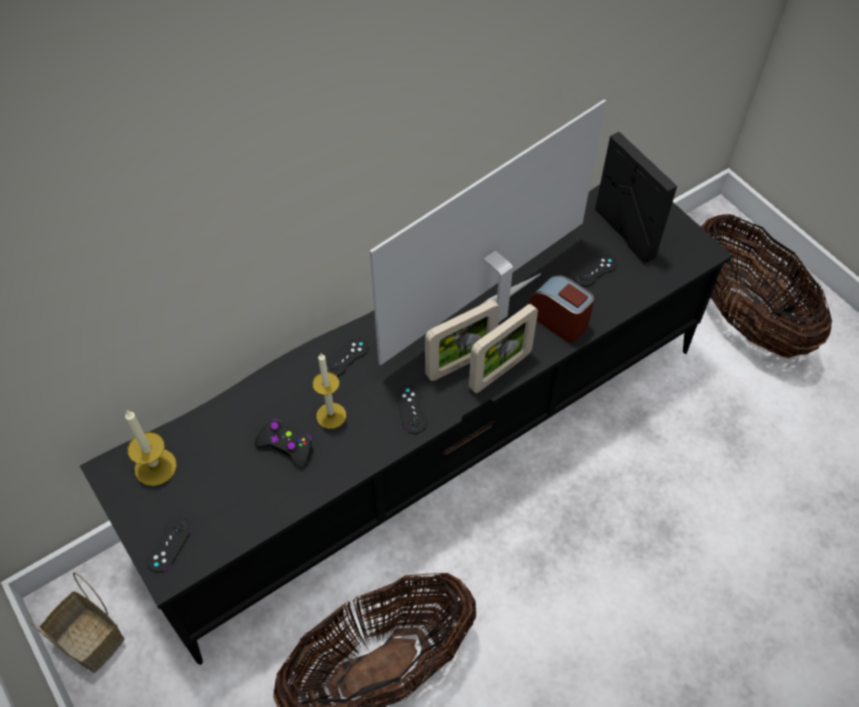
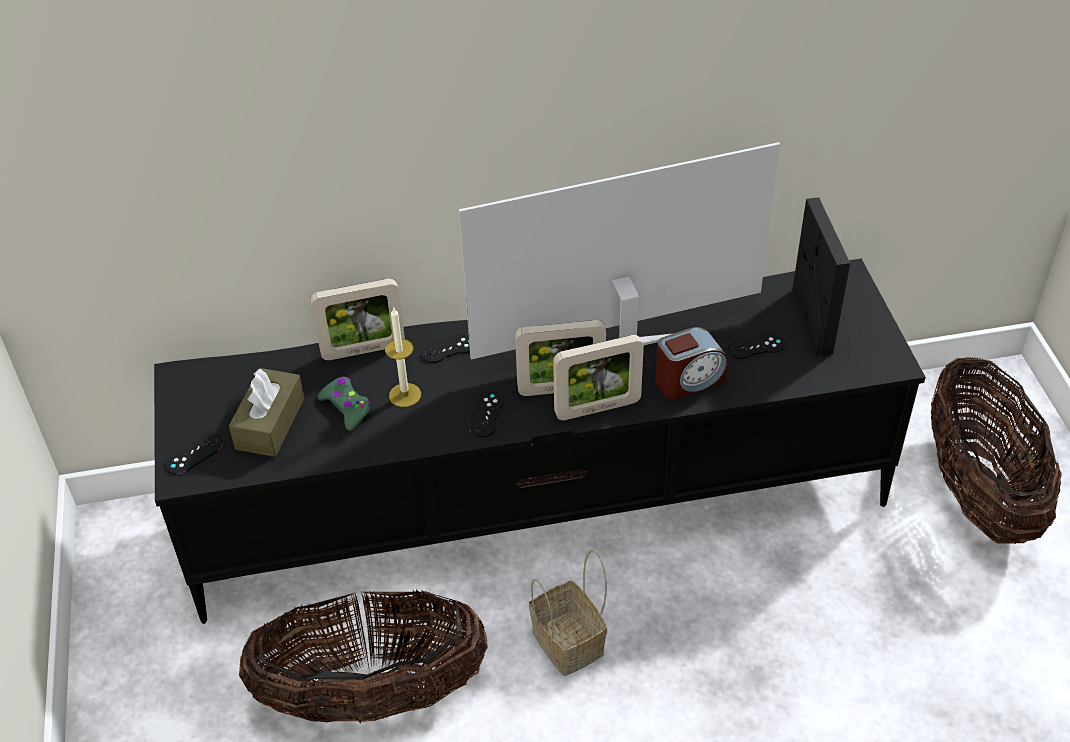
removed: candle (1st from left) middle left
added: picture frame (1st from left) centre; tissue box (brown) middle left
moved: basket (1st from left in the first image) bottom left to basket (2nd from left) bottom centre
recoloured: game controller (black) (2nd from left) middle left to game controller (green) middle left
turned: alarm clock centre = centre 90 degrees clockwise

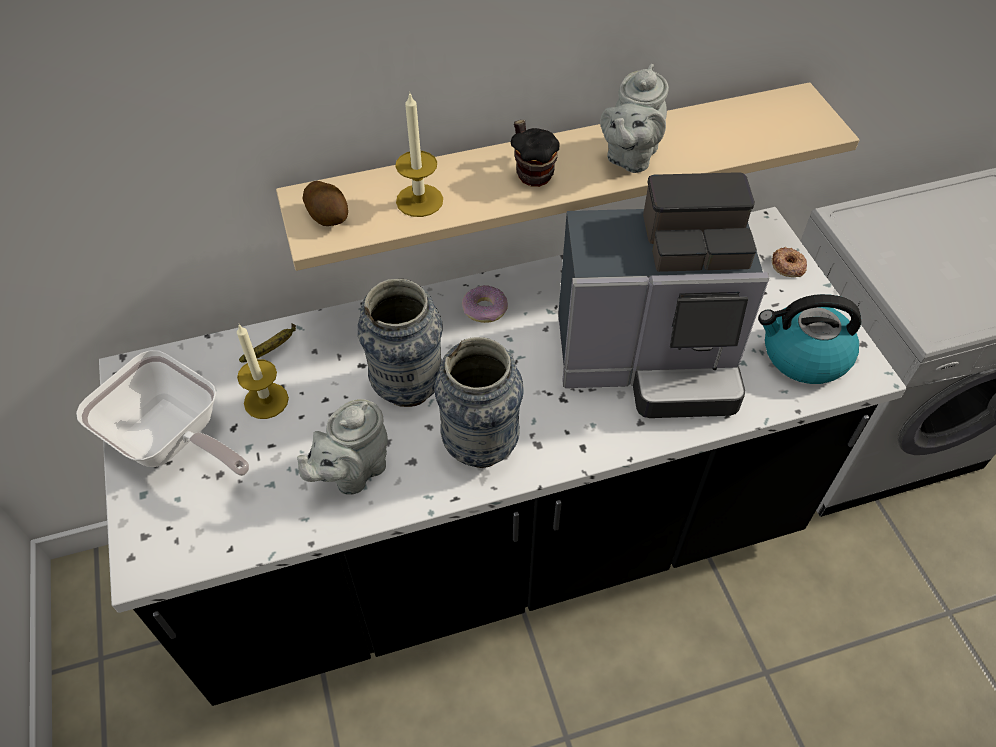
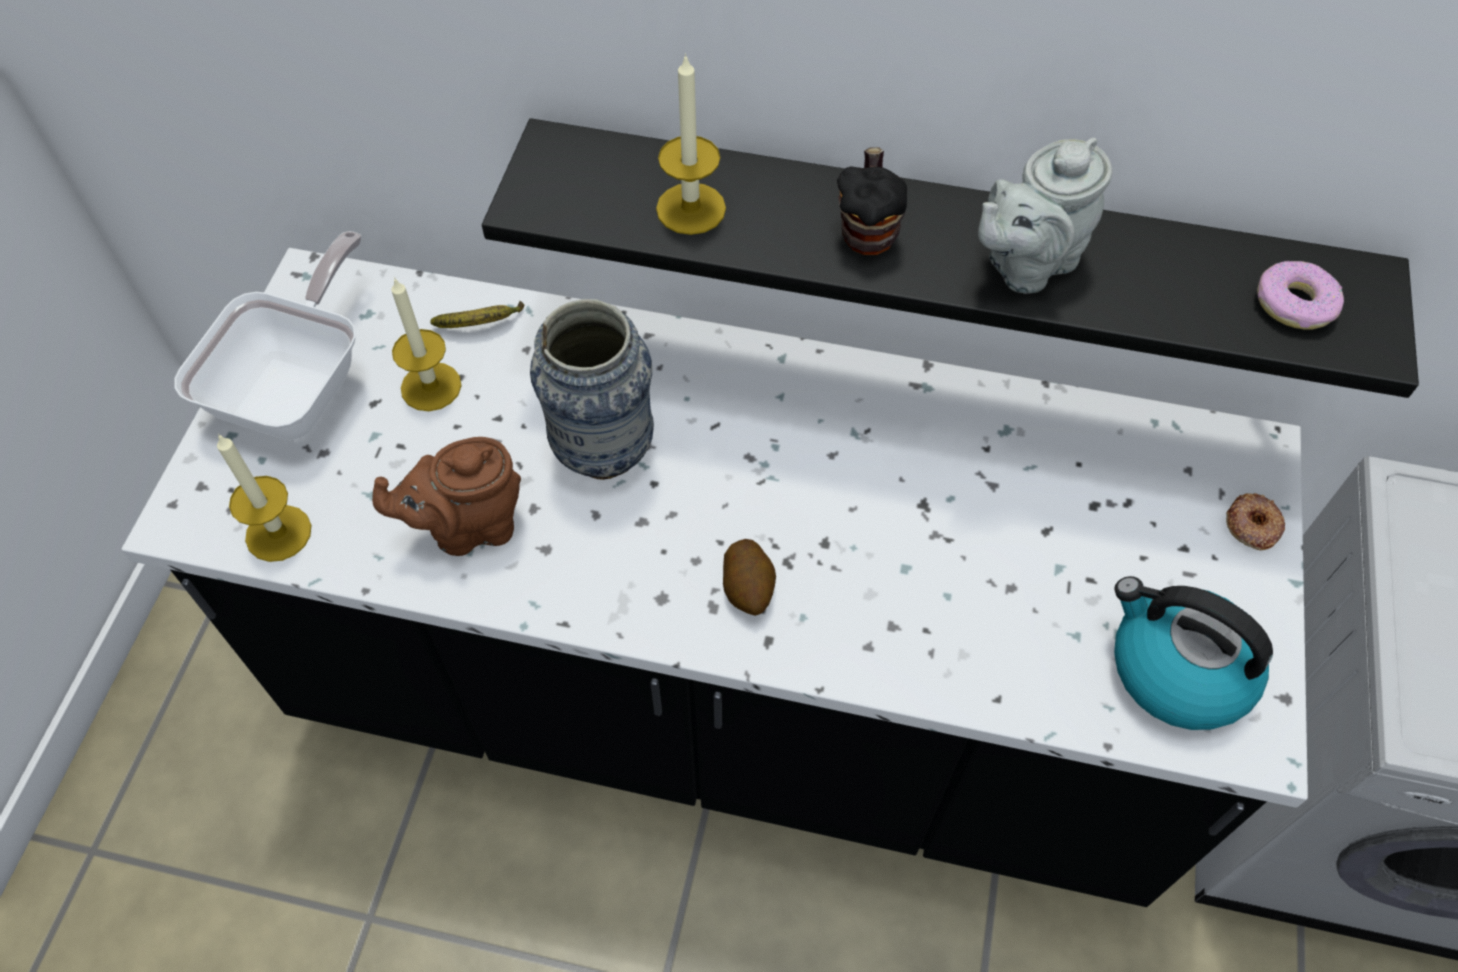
removed: coffee machine centre; vase (2nd from left) centre
added: candle (1st from left) middle left
moved: potato top left to centre; donut (1st from left in the first image) centre to donut (2nd from left) top right
recoloured: shelf (beige) top centre to shelf (black) top centre; teapot (grey) (1st from left) centre to teapot (brown) middle left
turned: frying pan middle left = middle left 135 degrees counterclockwise

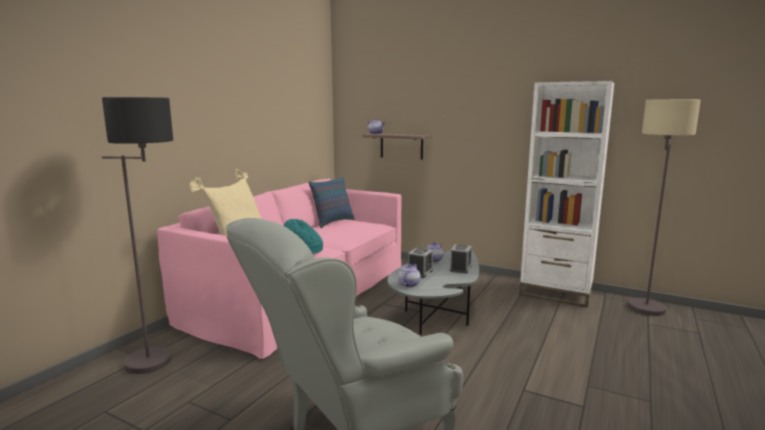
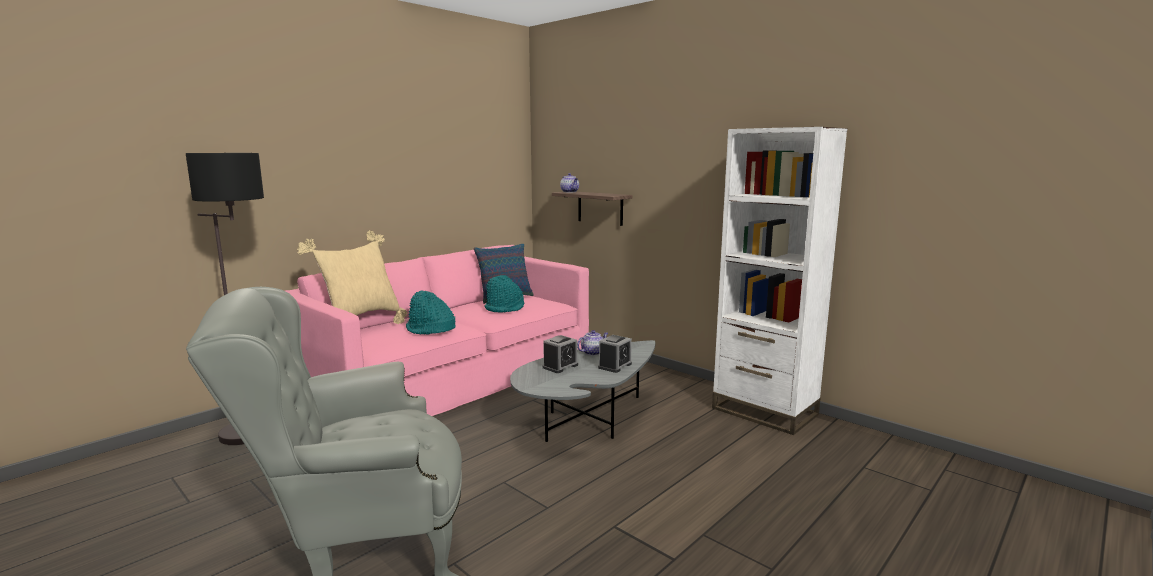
removed: floor lamp (beige) middle right; teapot (2nd from left) centre
added: hat (turquoise) (2nd from left) centre

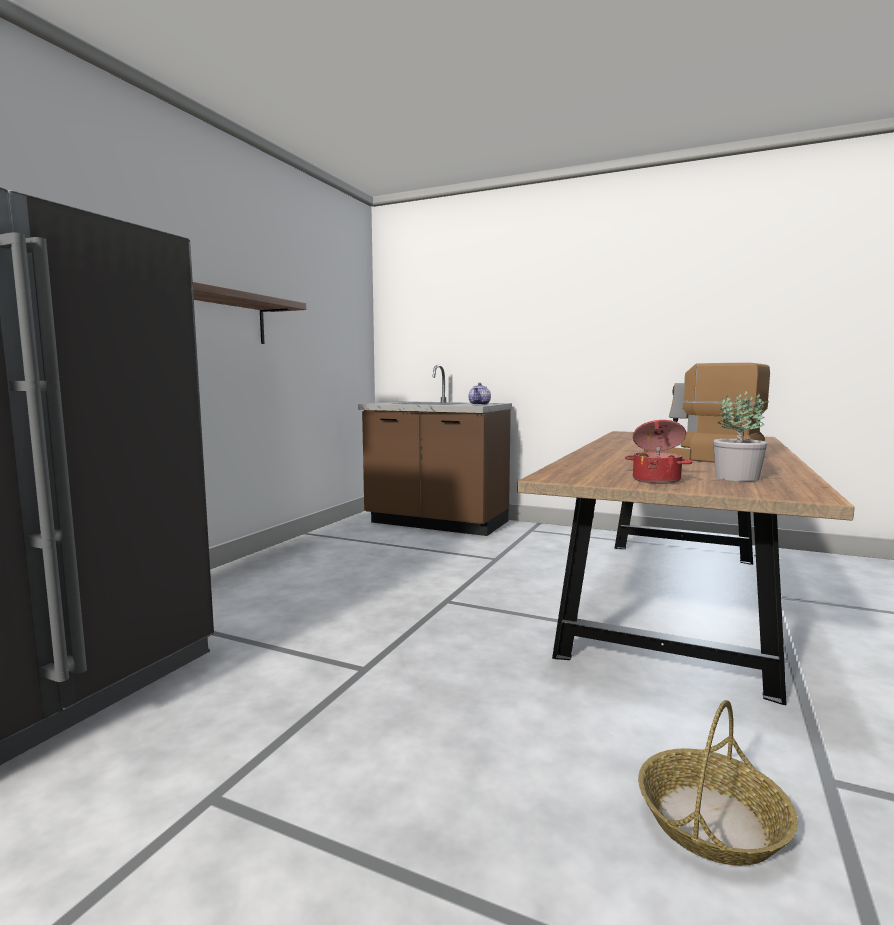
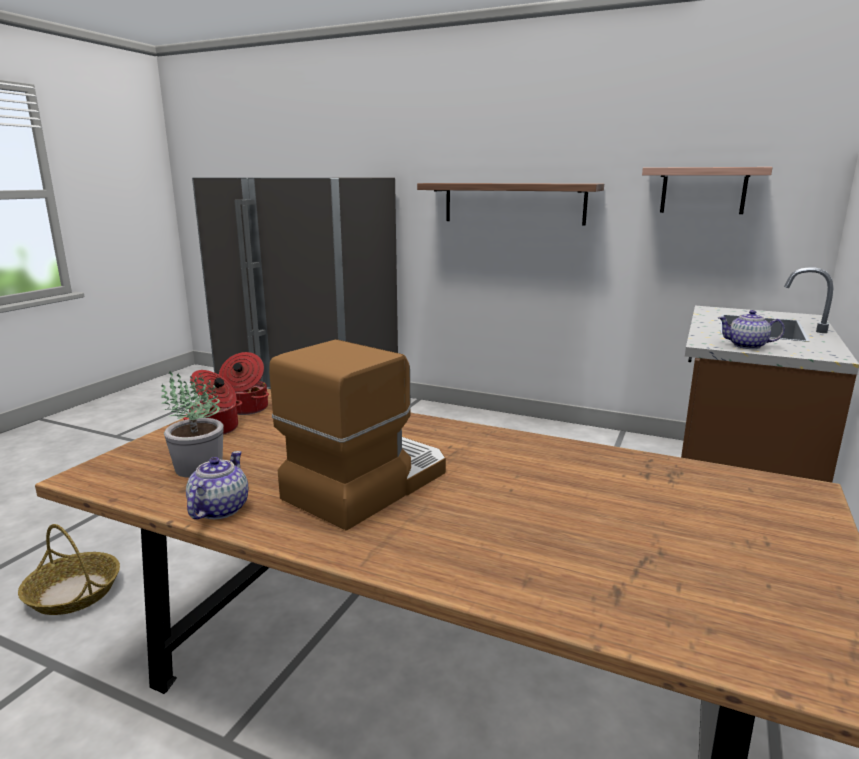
added: shelf (2nd from left) top right; cooking pot (2nd from left) middle left; teapot (1st from left) middle left

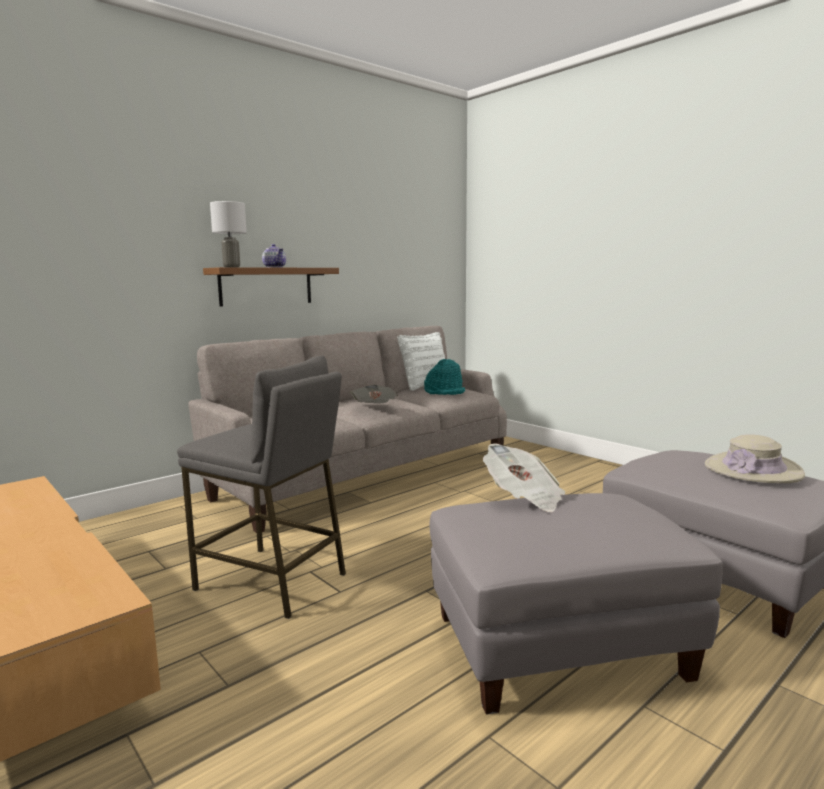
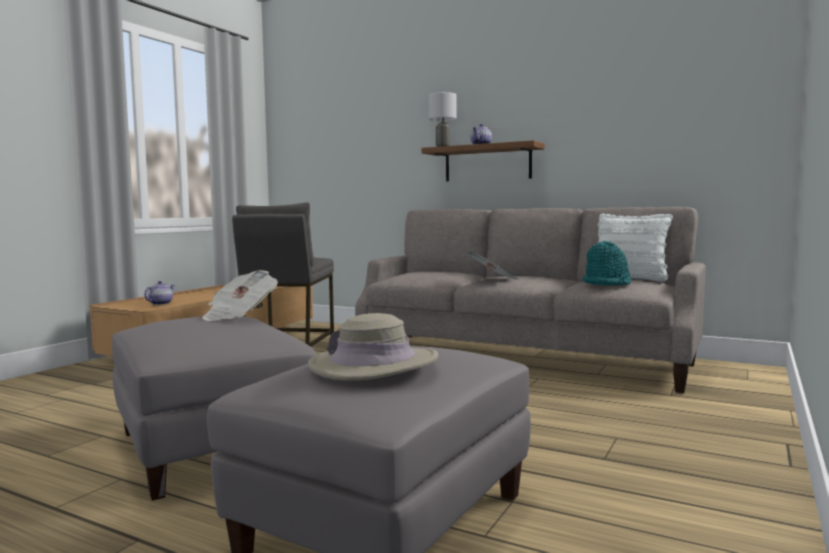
added: teapot (1st from left) middle left

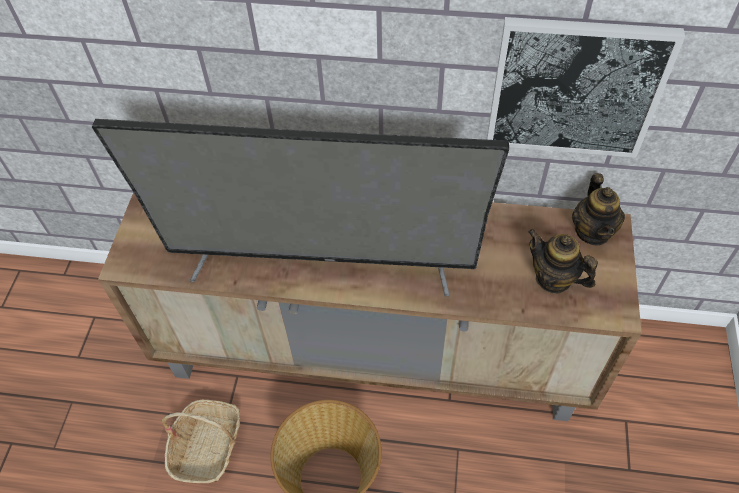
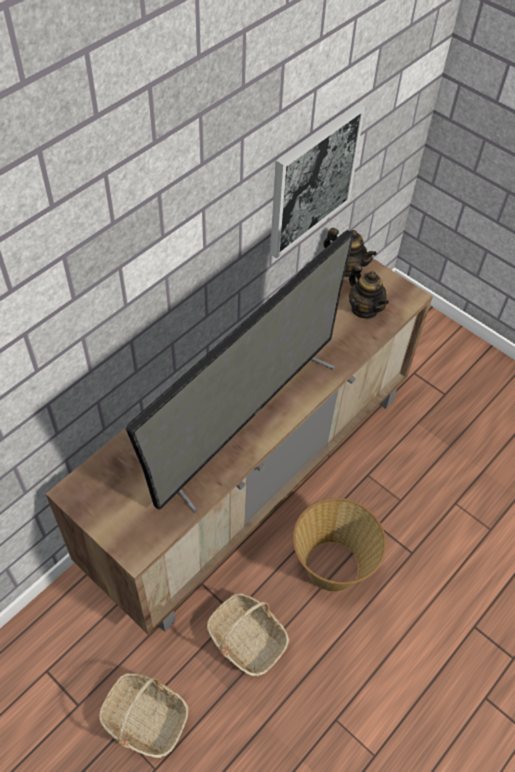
added: basket (1st from left) bottom left
turned: teapot (1st from left in the first image) middle right = middle right 105 degrees counterclockwise

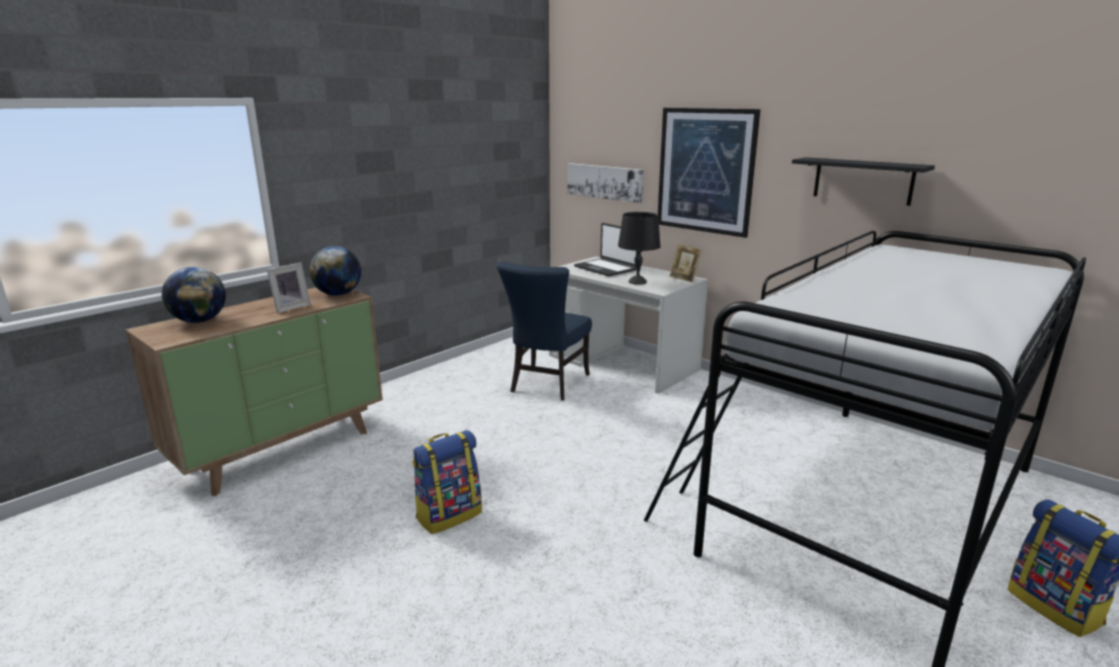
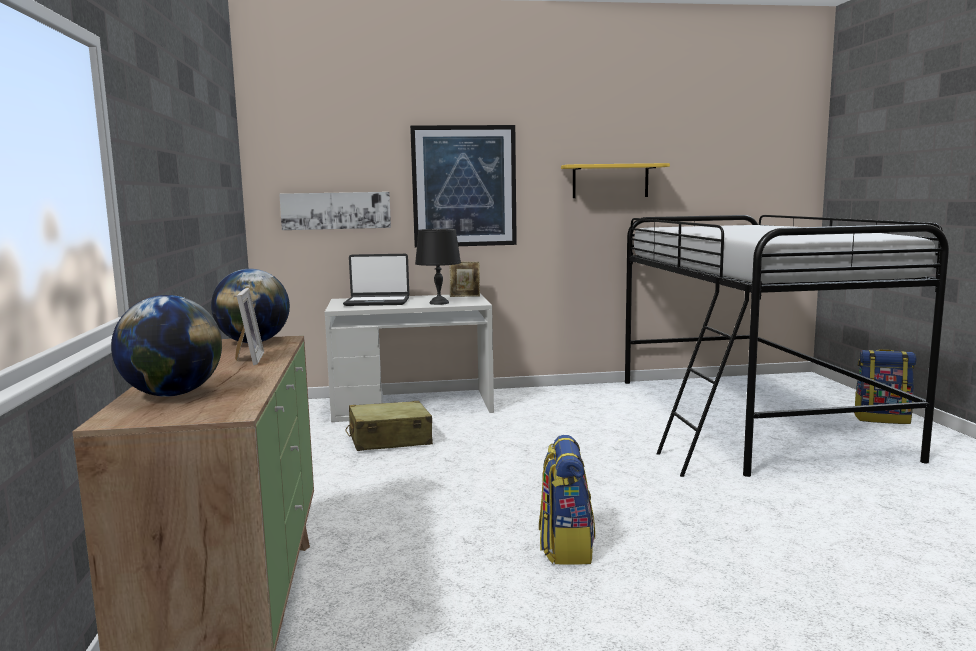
replaced: chair (blue) centre to suitcase (beige) centre
recoloured: shelf (black) top right to shelf (yellow) top centre

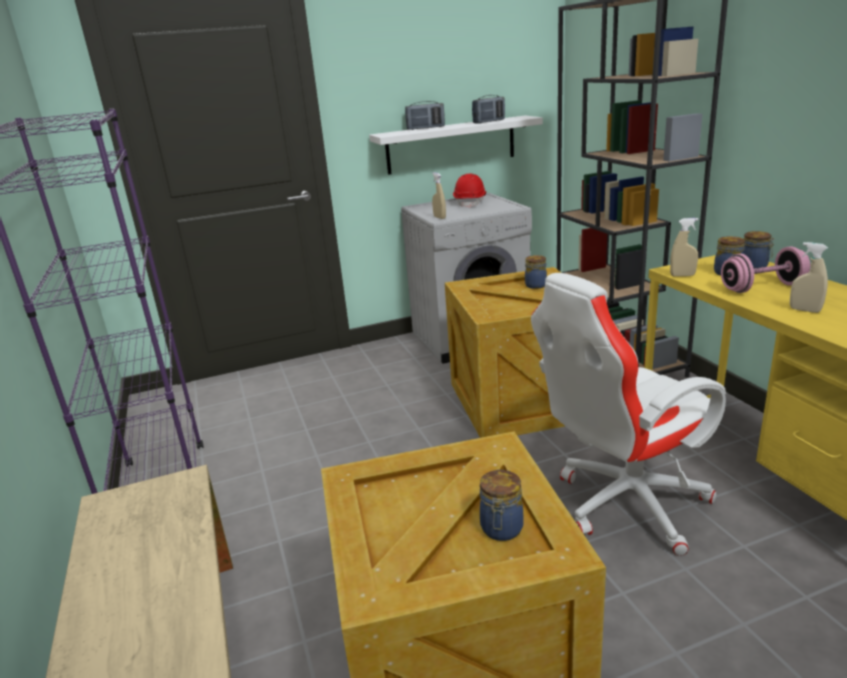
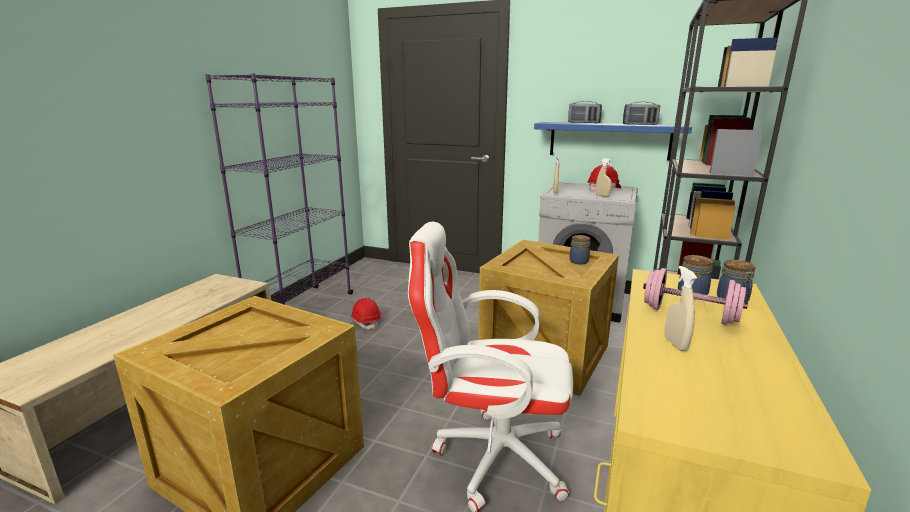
removed: jar (1st from left) bottom centre
added: hard hat (red) (1st from left) centre
moved: spray bottle (beige) (2nd from left) middle right to centre
recoloured: shelf (white) top centre to shelf (blue) top right

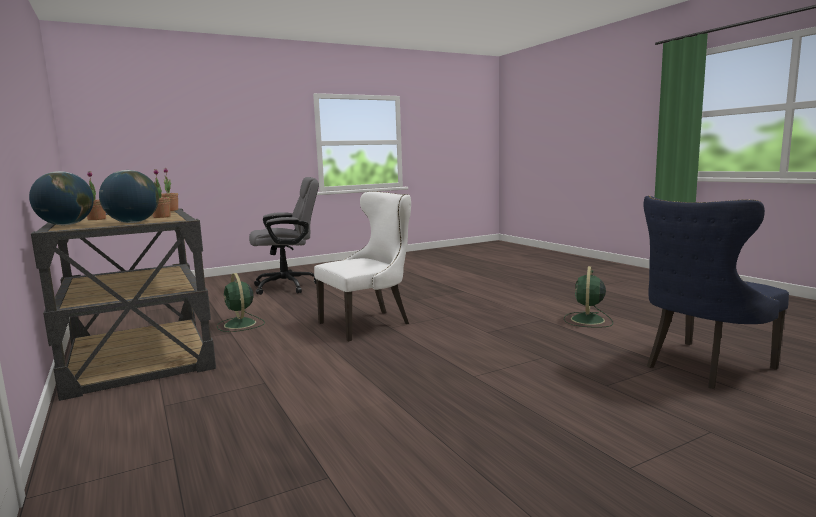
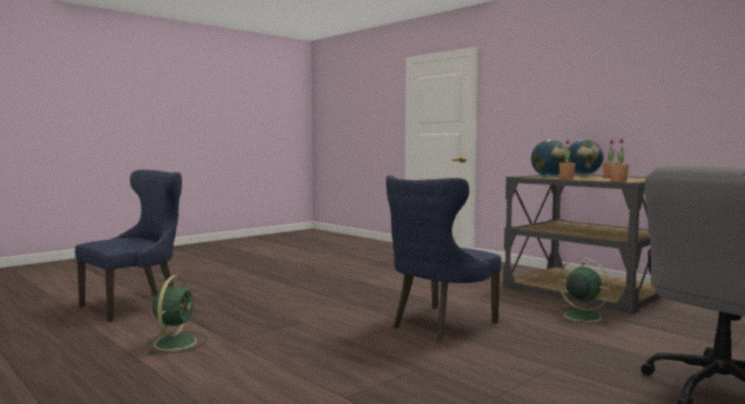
recoloured: chair (white) centre to chair (blue) (2nd from left) centre

